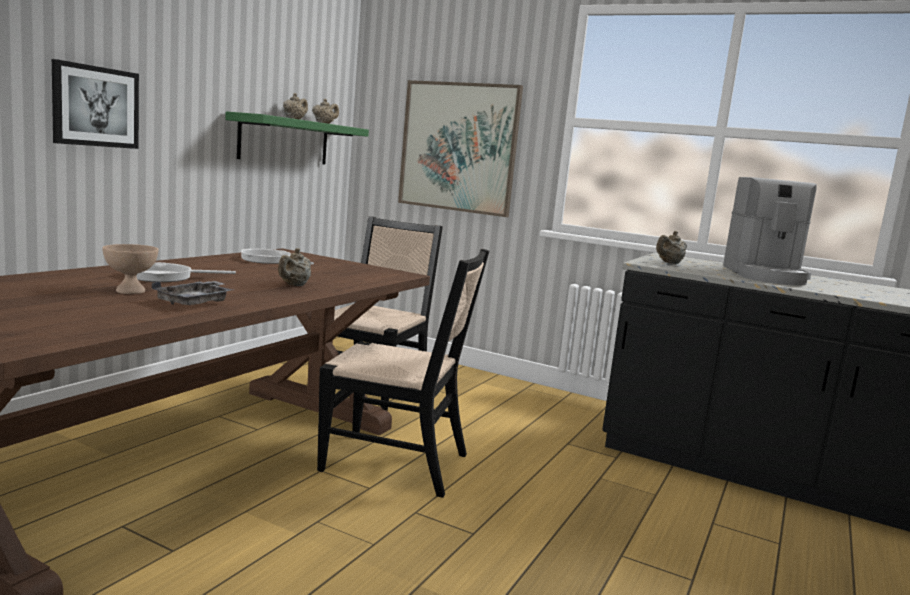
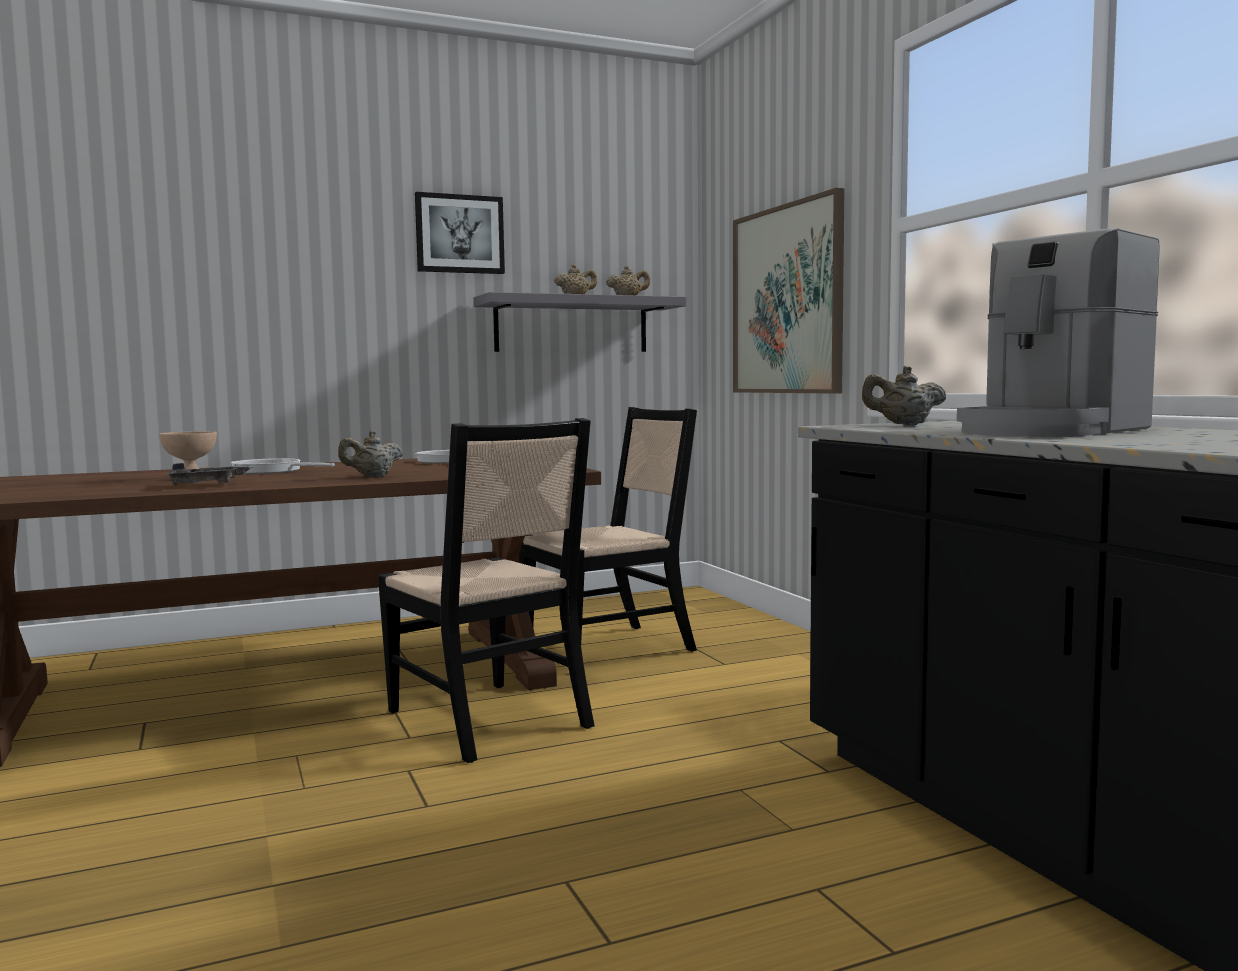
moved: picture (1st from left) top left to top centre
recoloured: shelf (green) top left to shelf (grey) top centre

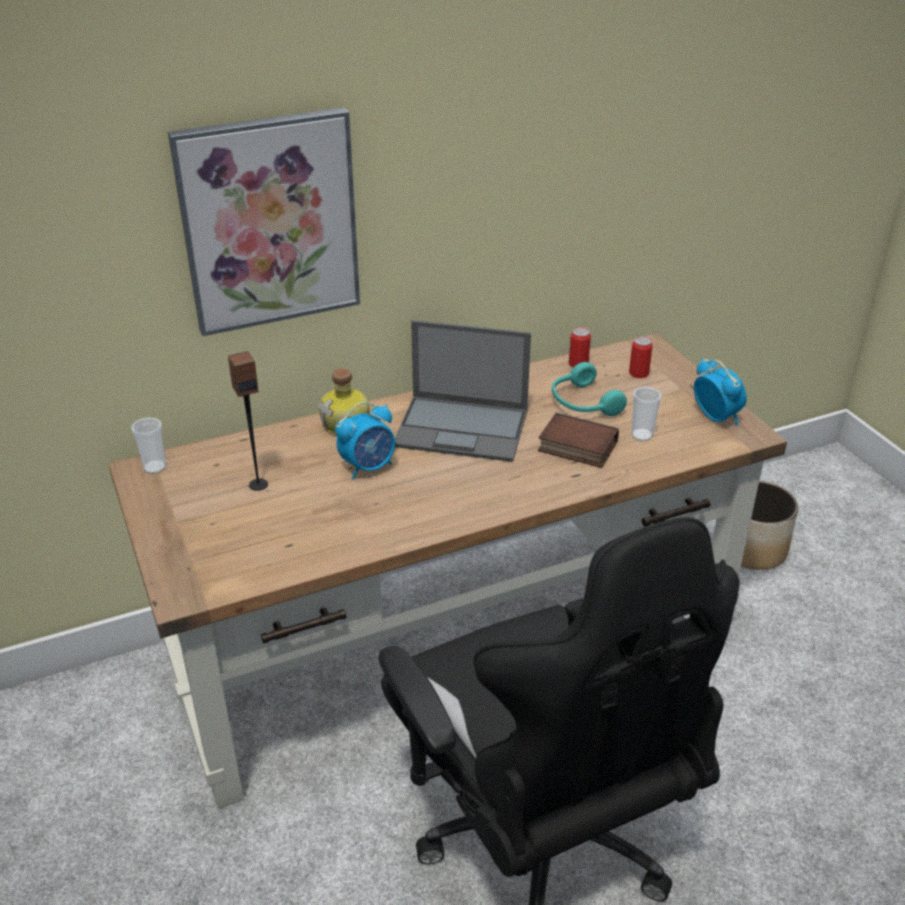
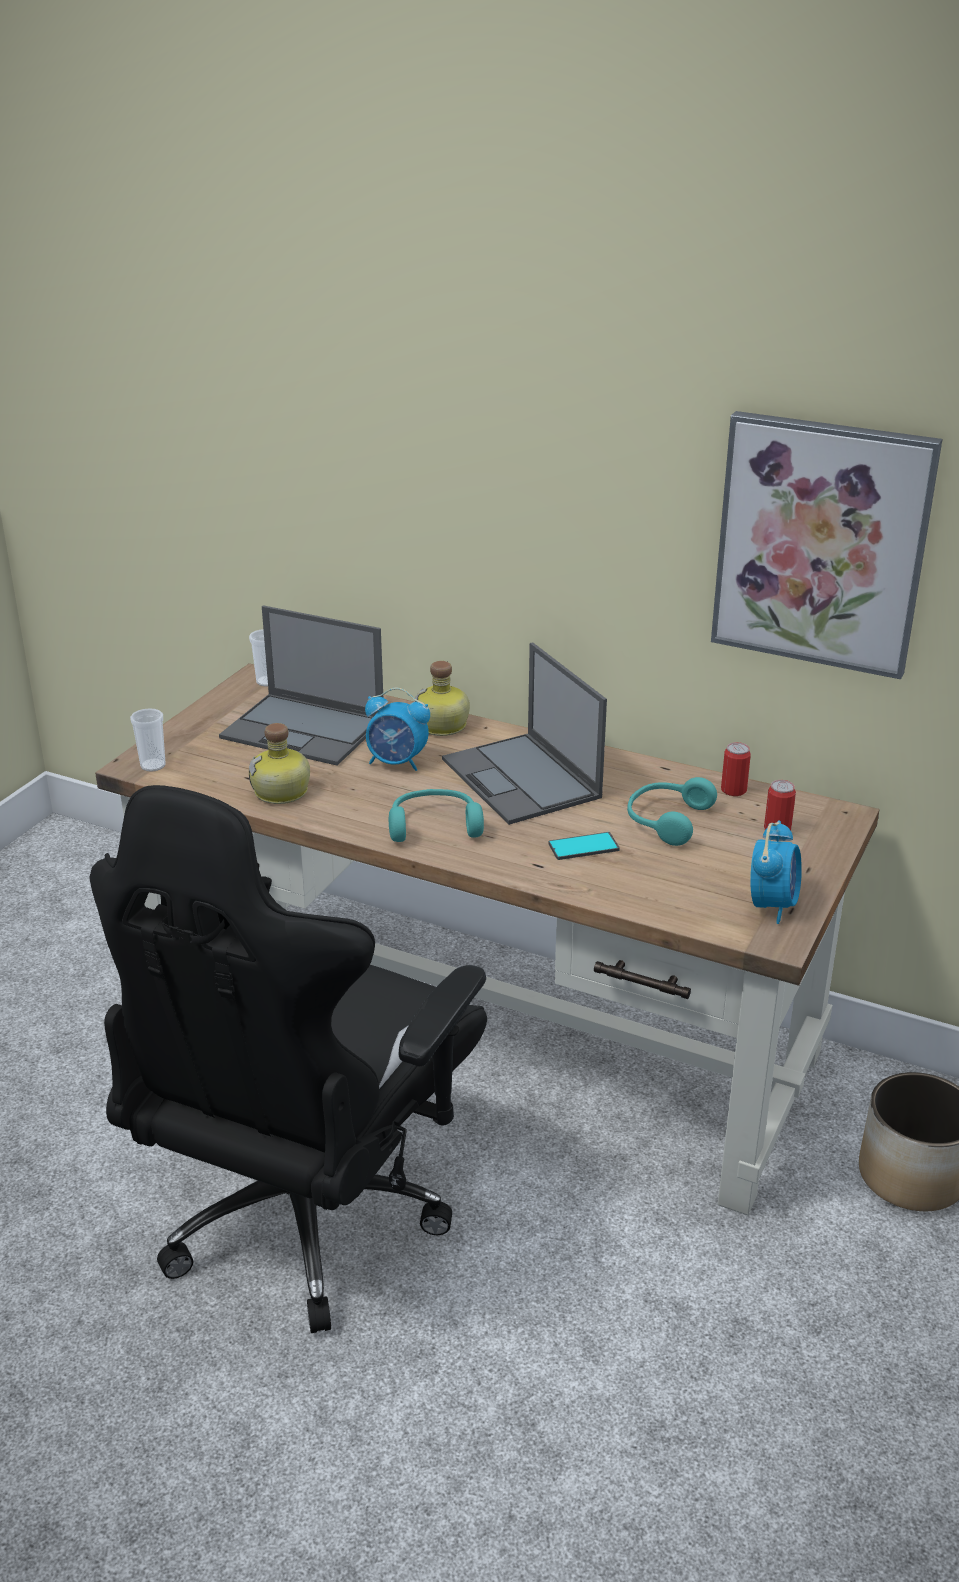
added: bottle (1st from left) middle left; headphones (turquoise) (1st from left) centre
moved: picture top left to middle right; cup (2nd from left in the first image) middle right to cup (1st from left) middle left
replaced: speaker middle left to laptop (1st from left) middle left; book centre to phone centre

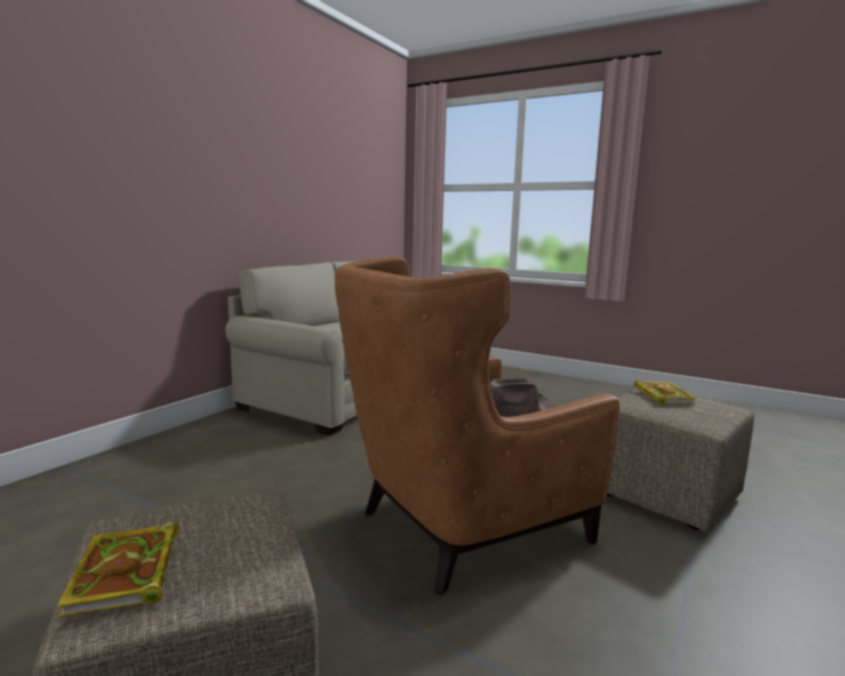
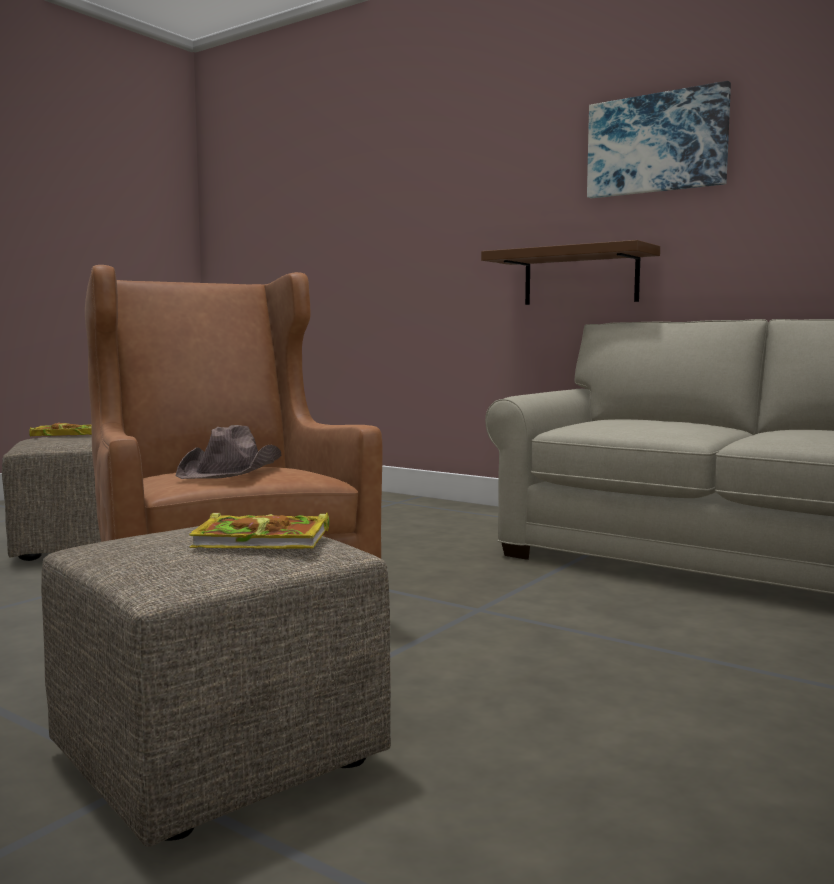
added: picture top right; shelf (brown) top right

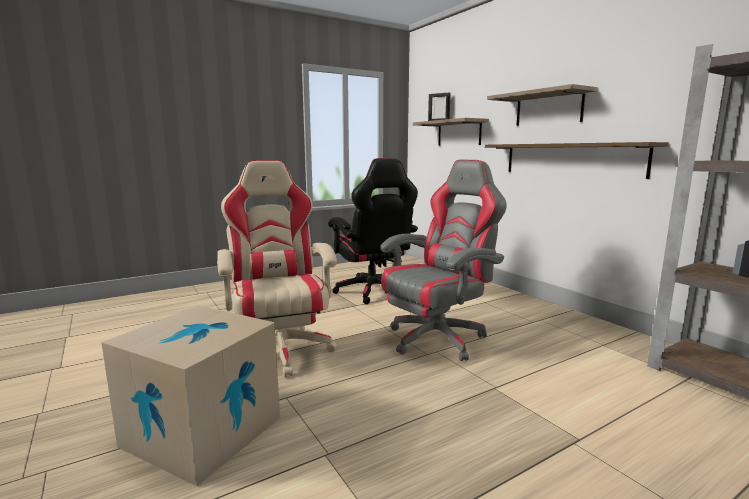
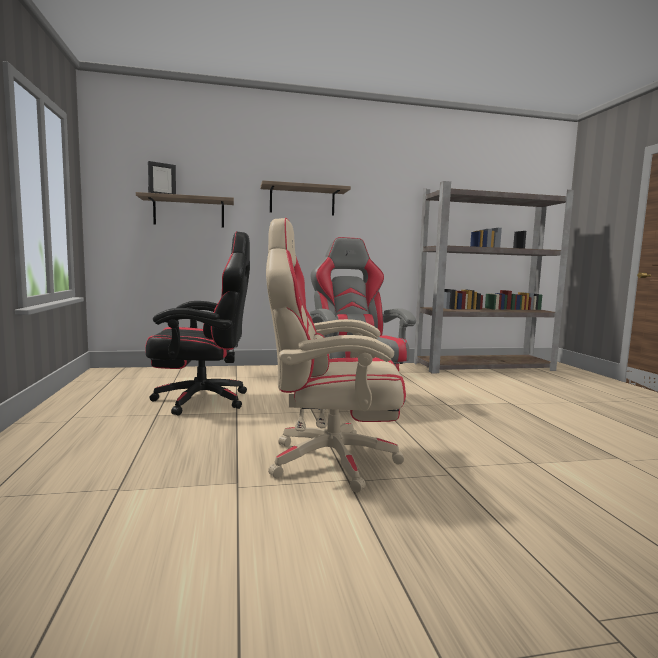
removed: shelf (3rd from left) top right; cardboard box bottom left

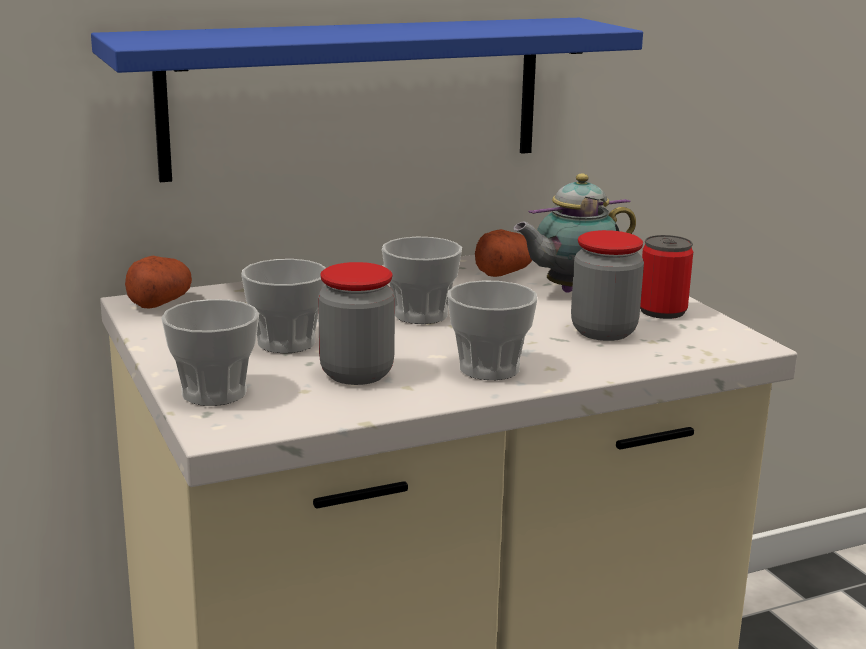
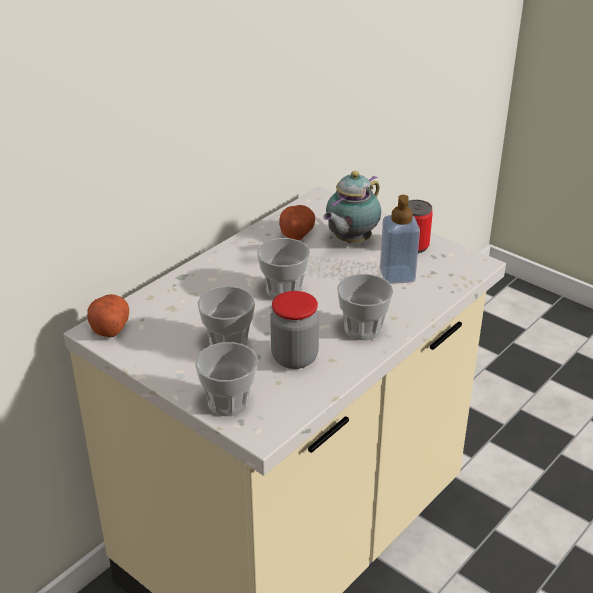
removed: shelf (blue) top centre
replaced: jar (2nd from left) middle right to soap dispenser middle right

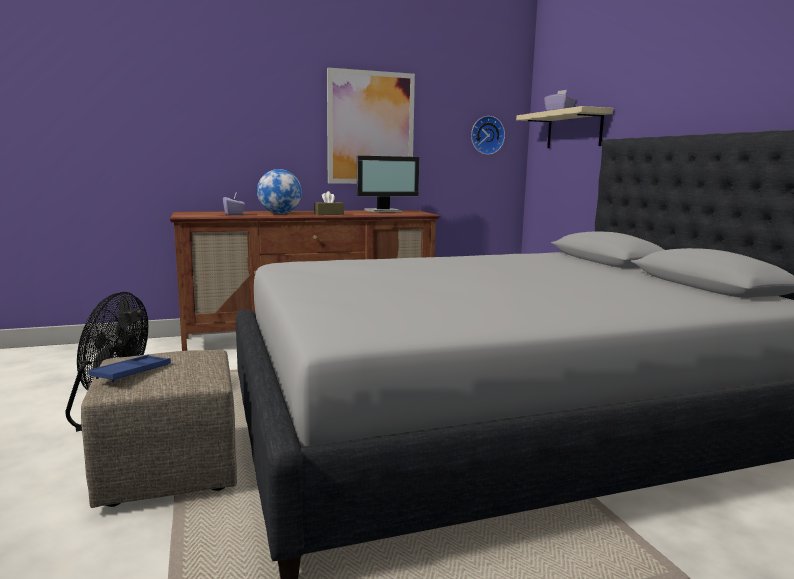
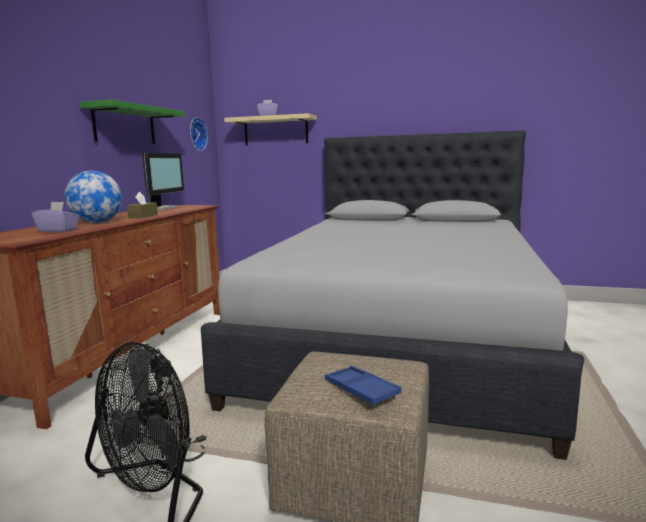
replaced: picture top centre to shelf (green) top left

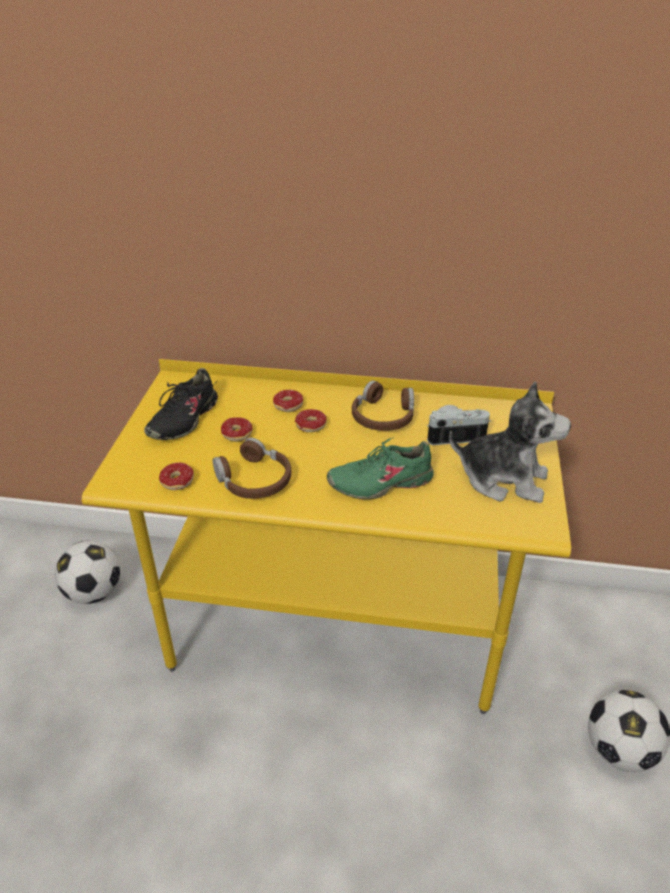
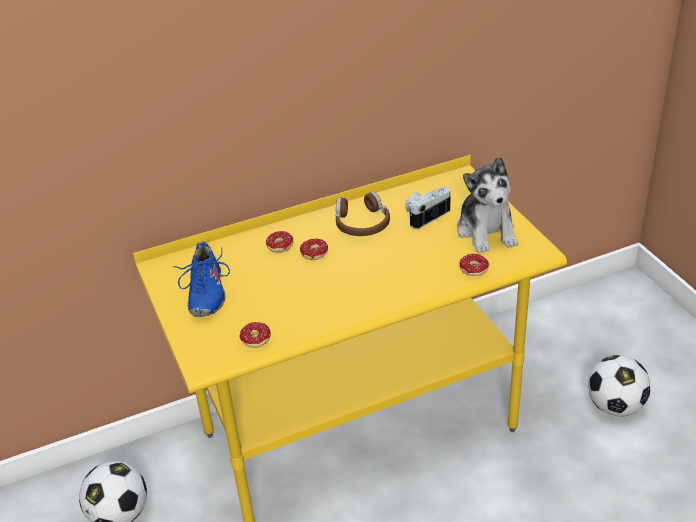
removed: headphones (brown) (1st from left) centre; shoe (green) centre
moved: donut (2nd from left in the first image) centre to donut (4th from left) middle right
recoloured: shoe (black) middle left to shoe (blue) middle left
turned: plush toy middle right = middle right 90 degrees clockwise

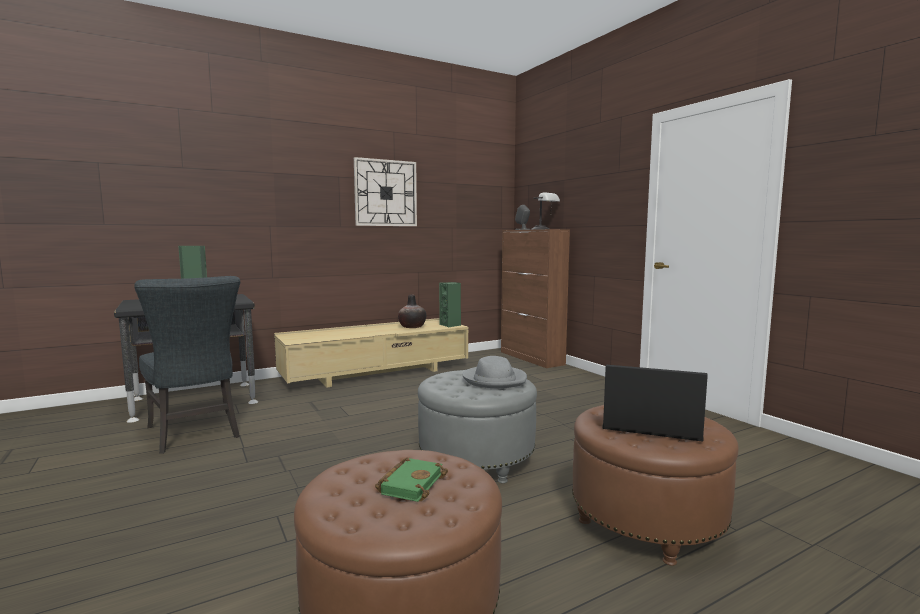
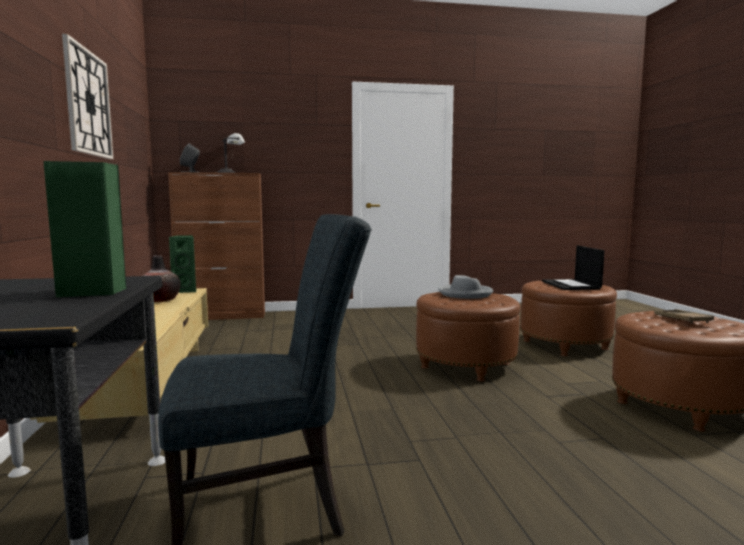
replaced: book (green) bottom centre to tray (brown) middle right
recoloured: ottoman (grey) bottom centre to ottoman (brown) (1st from left) centre
turned: laptop middle right = middle right 45 degrees counterclockwise

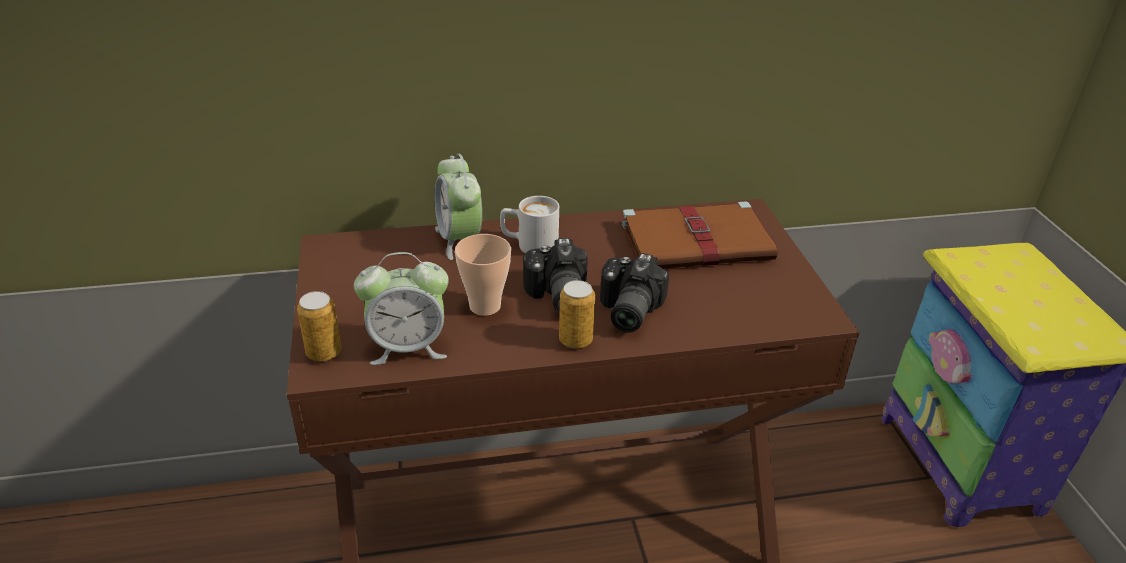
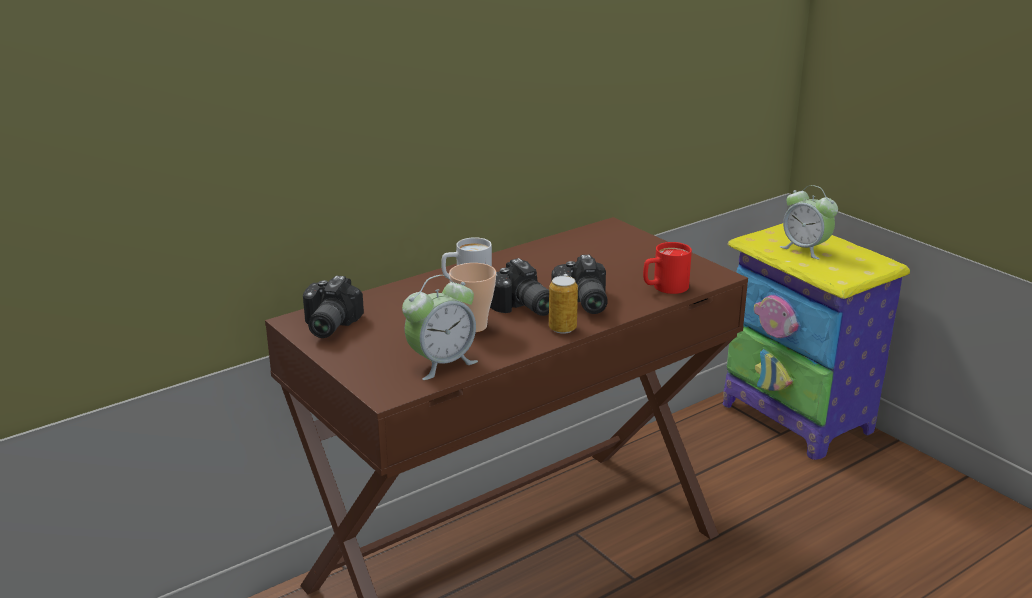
removed: book (brown) centre; can (1st from left) middle left
added: mug (red) centre; photo camera (1st from left) middle left
moved: alarm clock (2nd from left) centre to middle right

